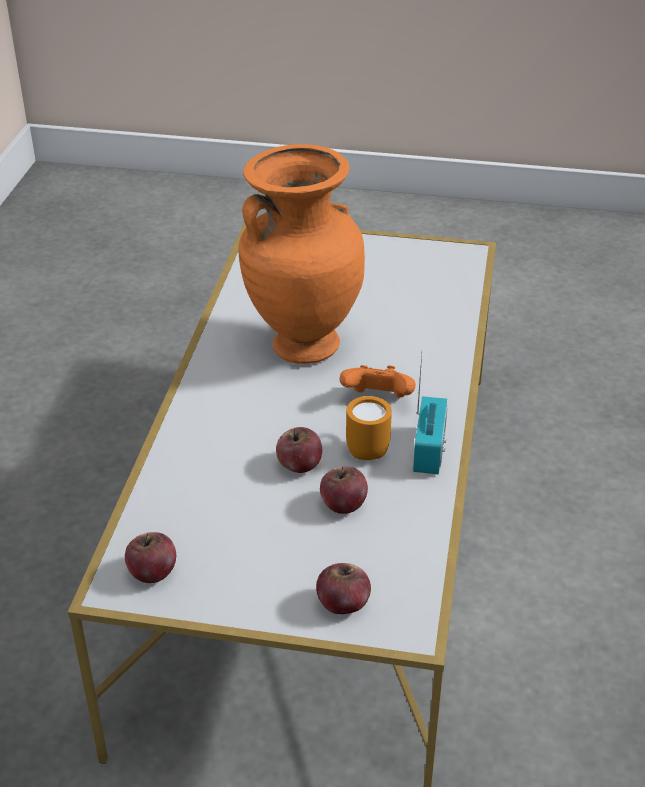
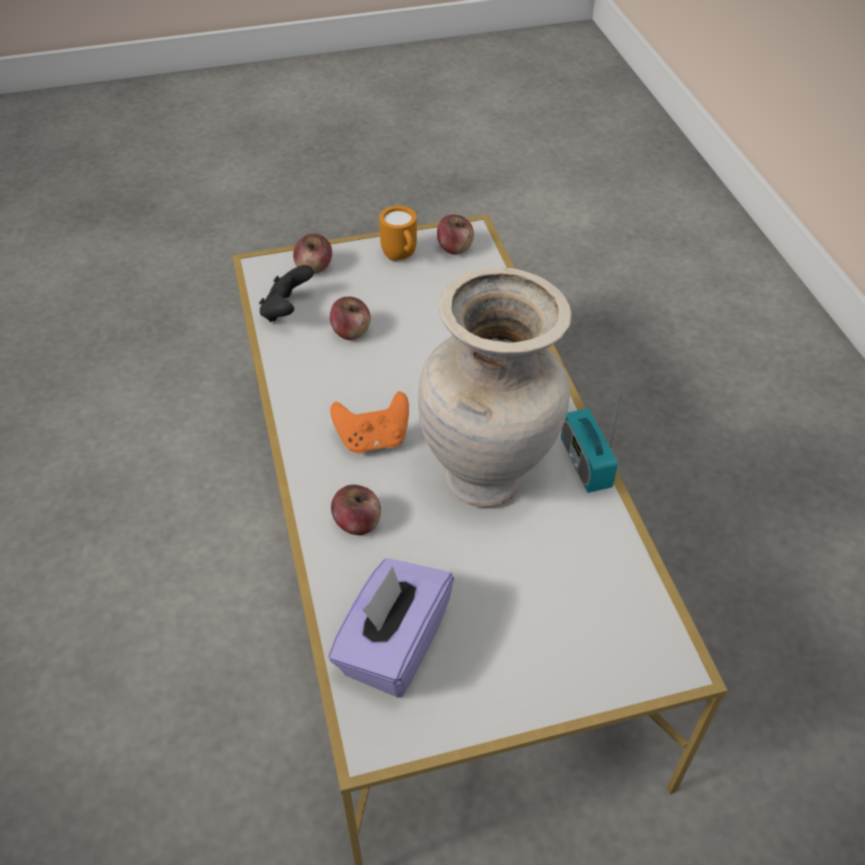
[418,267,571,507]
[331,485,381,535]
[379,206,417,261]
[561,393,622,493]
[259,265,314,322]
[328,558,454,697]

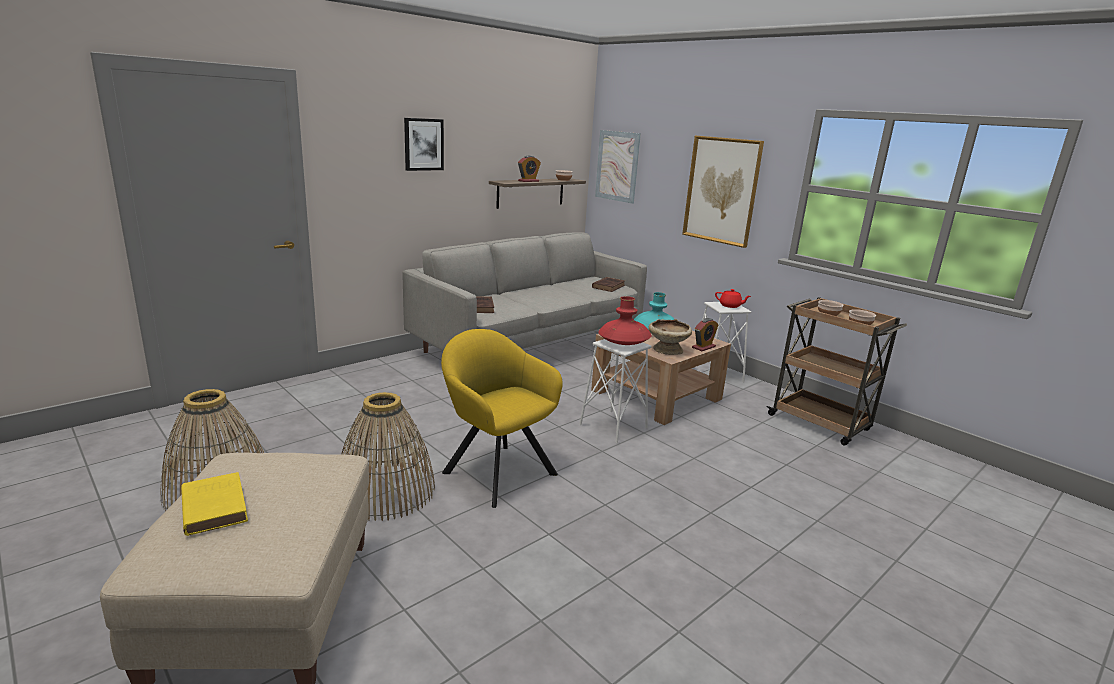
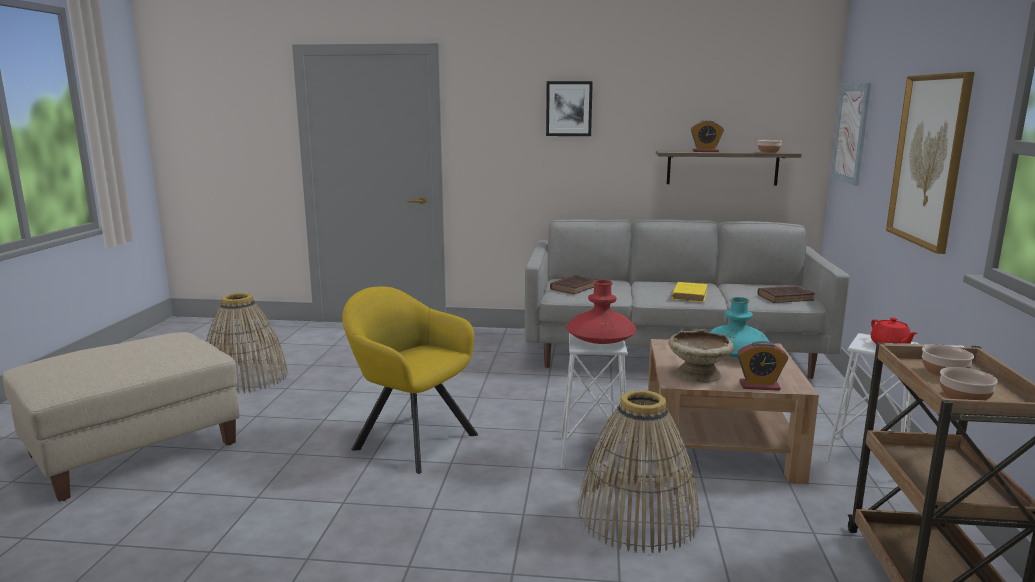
[672,282,707,302]
[577,390,699,553]
[342,286,478,474]

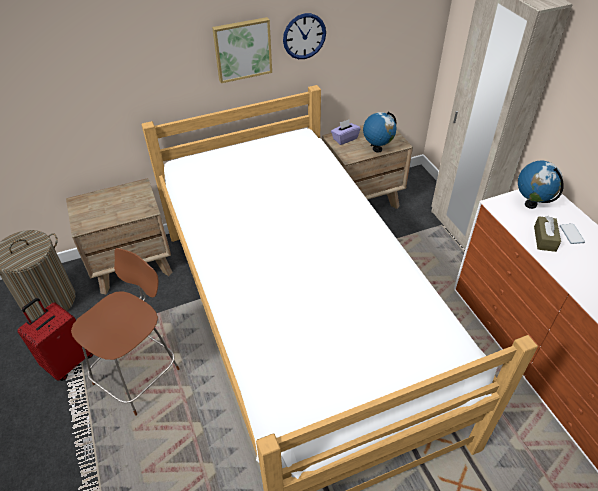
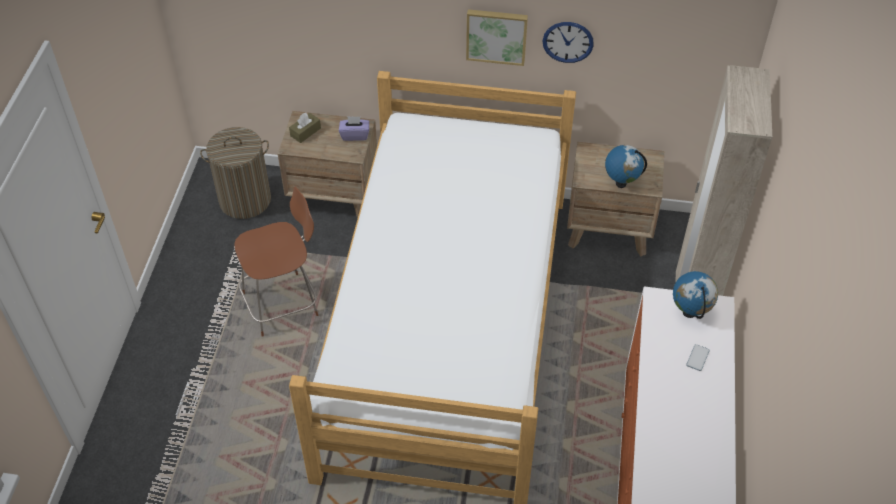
[17,298,93,381] (first image)
[339,116,369,141]
[289,113,321,143]

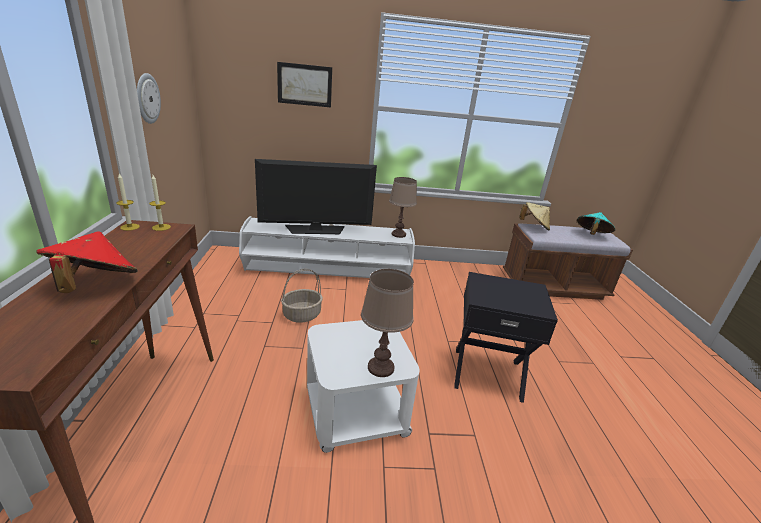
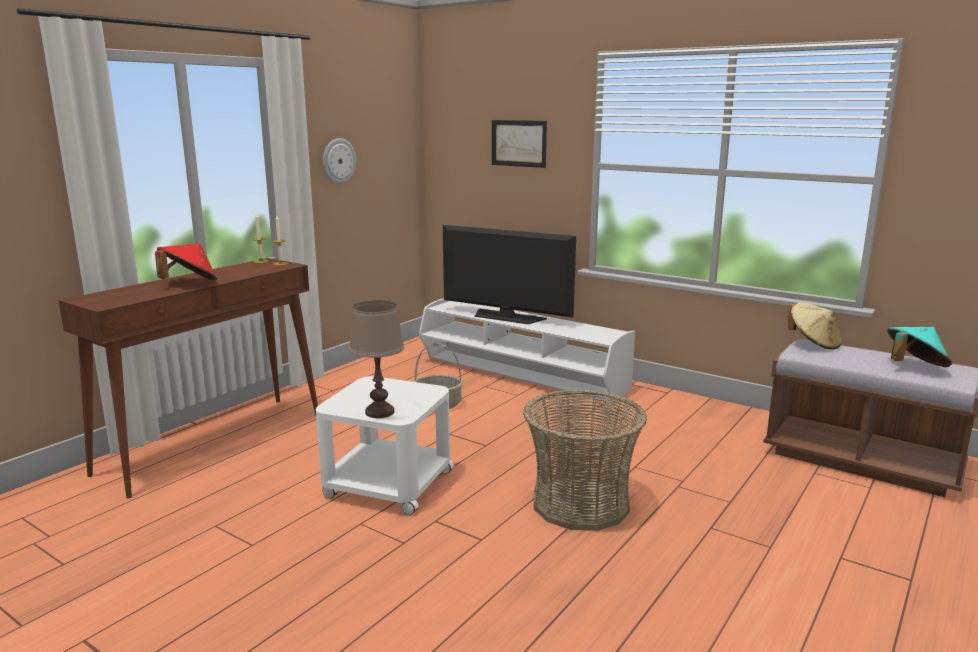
[389,177,417,238] (first image)
[523,389,647,531]

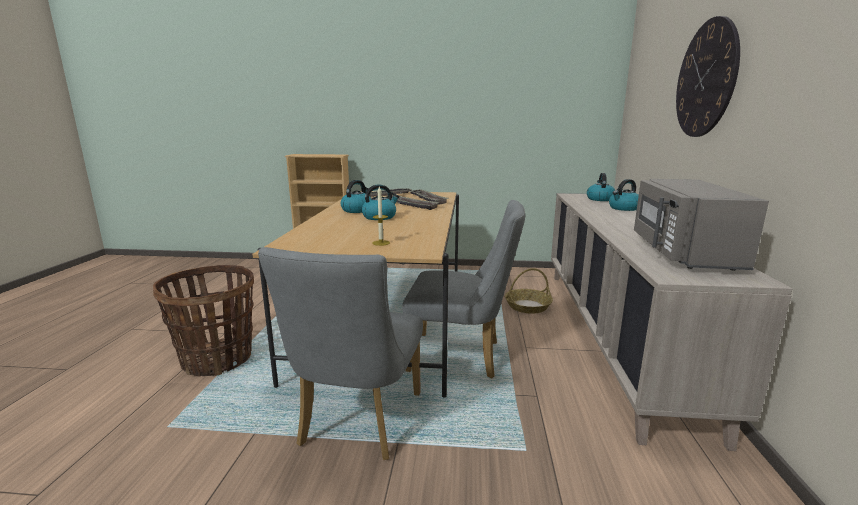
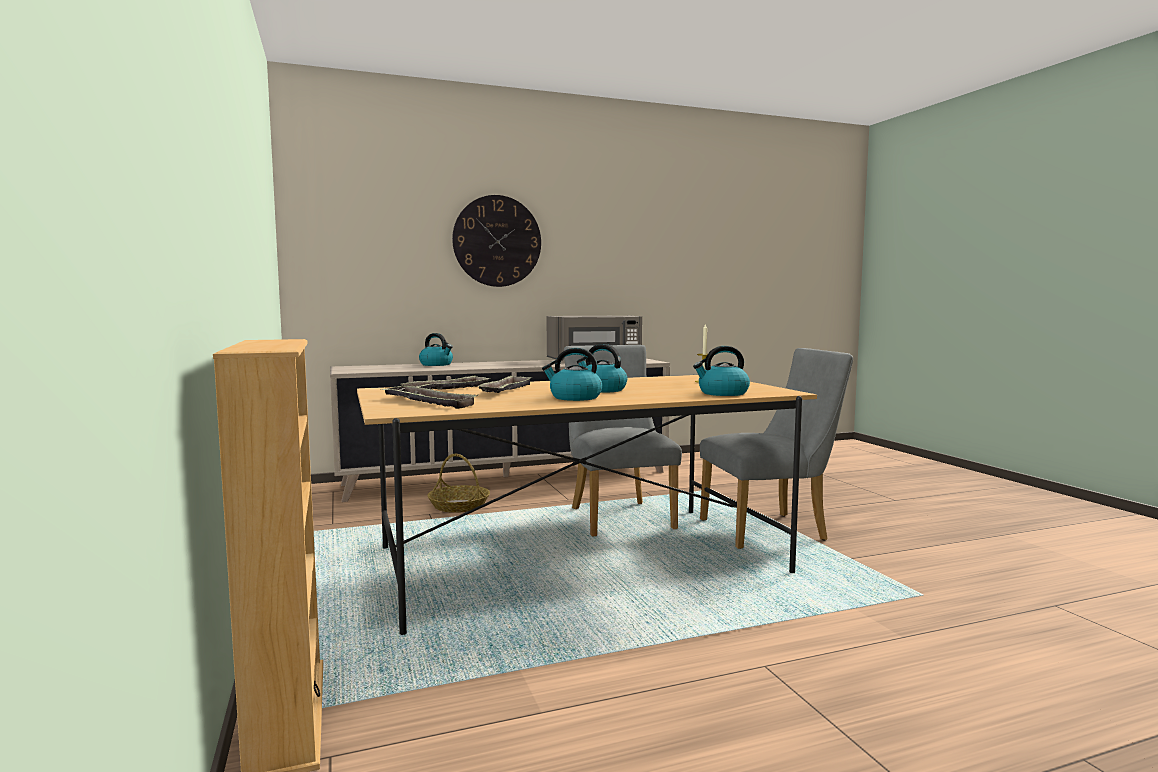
[153,265,254,376] (first image)
[693,346,750,396]

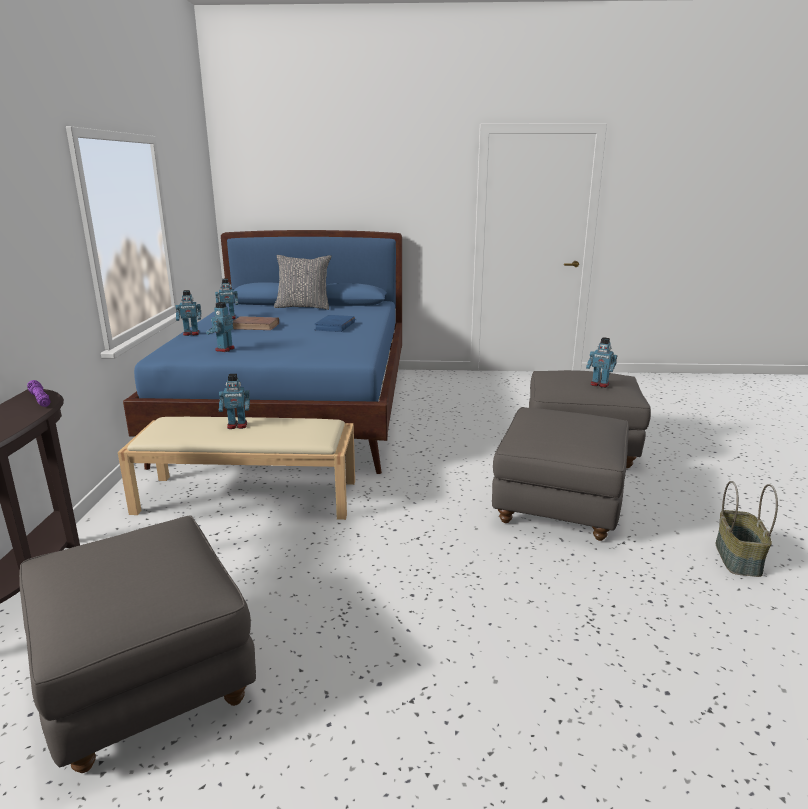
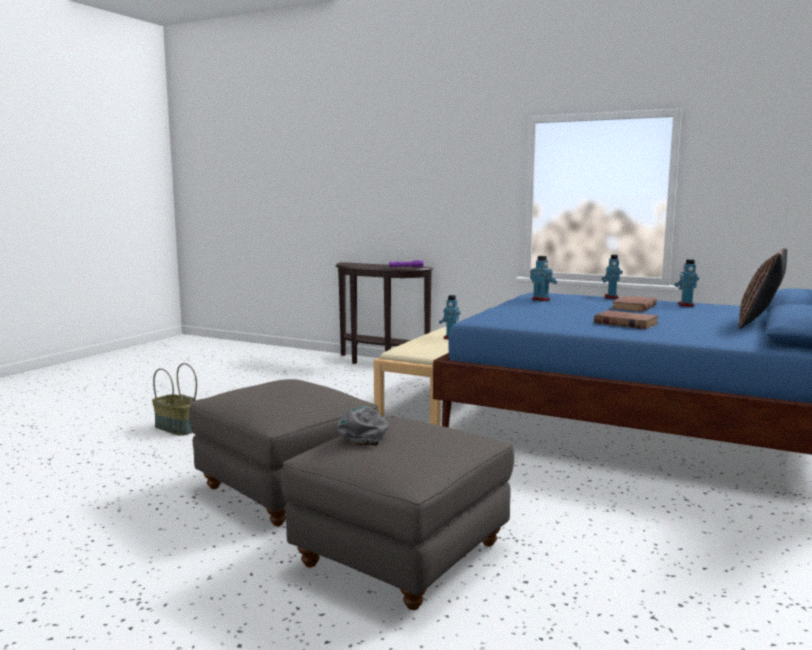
[19,515,256,773] (first image)
[738,248,787,329]
[594,310,659,329]
[337,406,389,446]
[152,363,197,436]

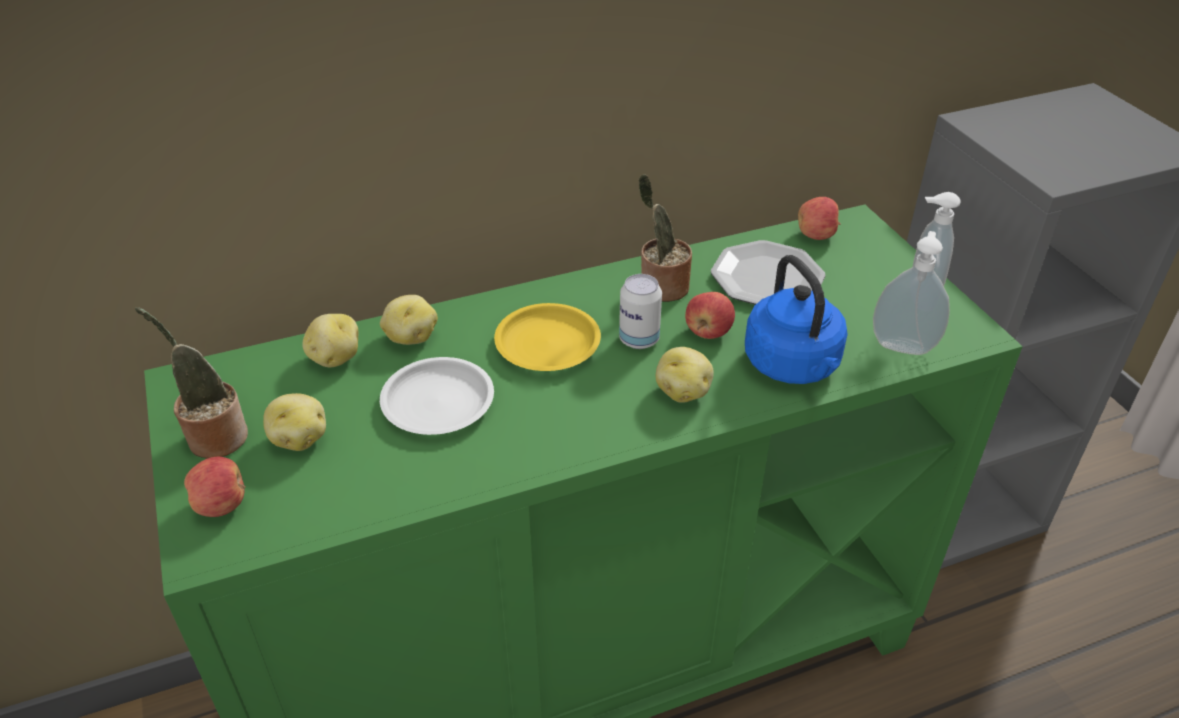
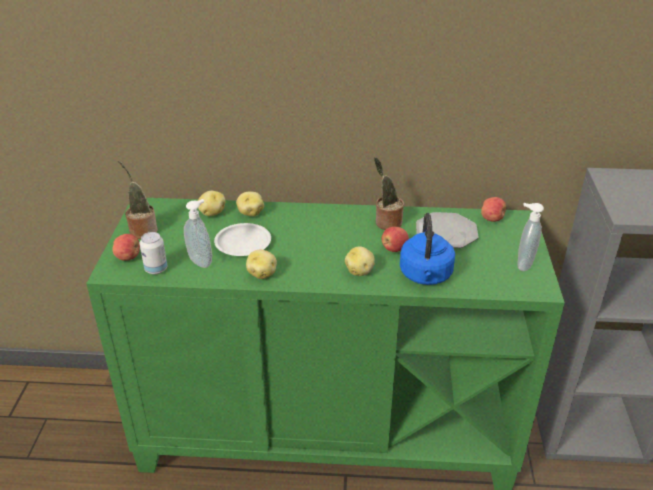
[246,249,277,279]
[494,303,601,371] (first image)
[139,232,167,274]
[184,199,212,268]

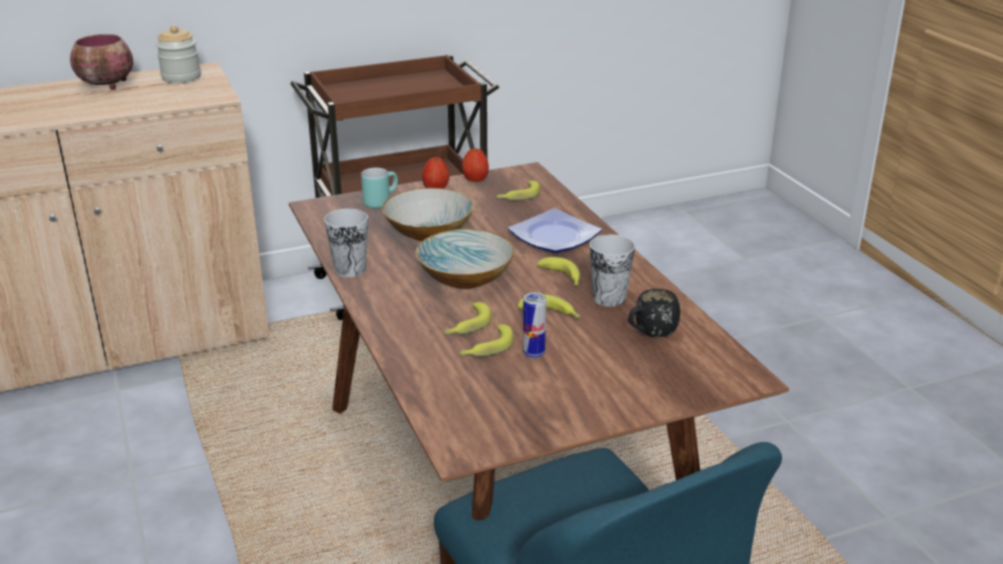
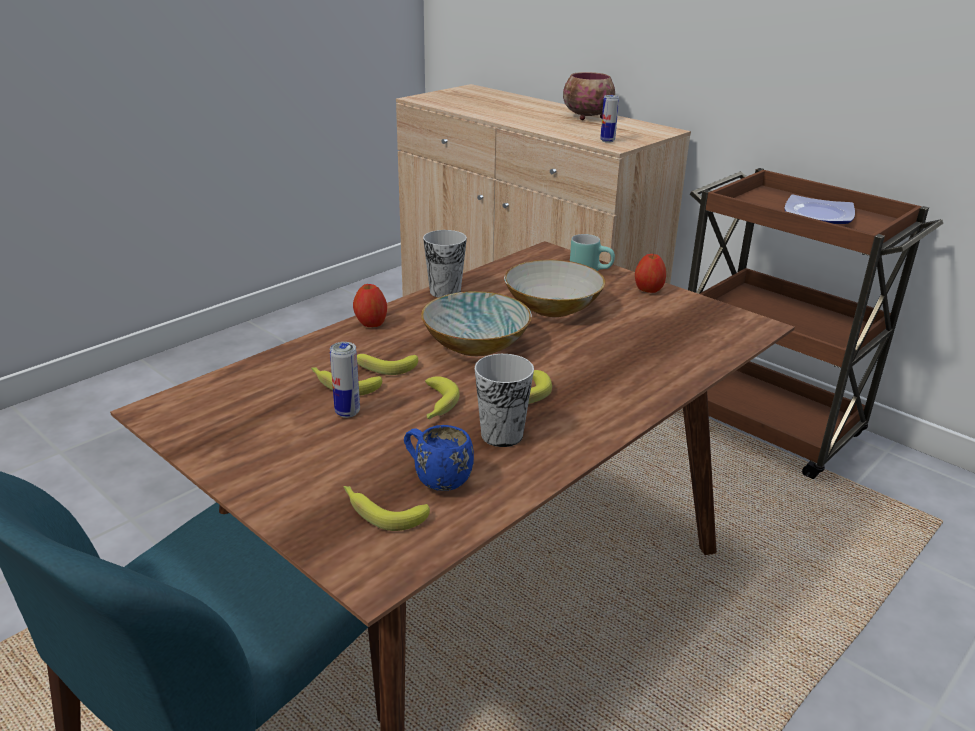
[156,25,201,83] (first image)
[353,284,387,327]
[343,486,430,531]
[784,194,855,224]
[404,425,474,491]
[600,95,619,143]

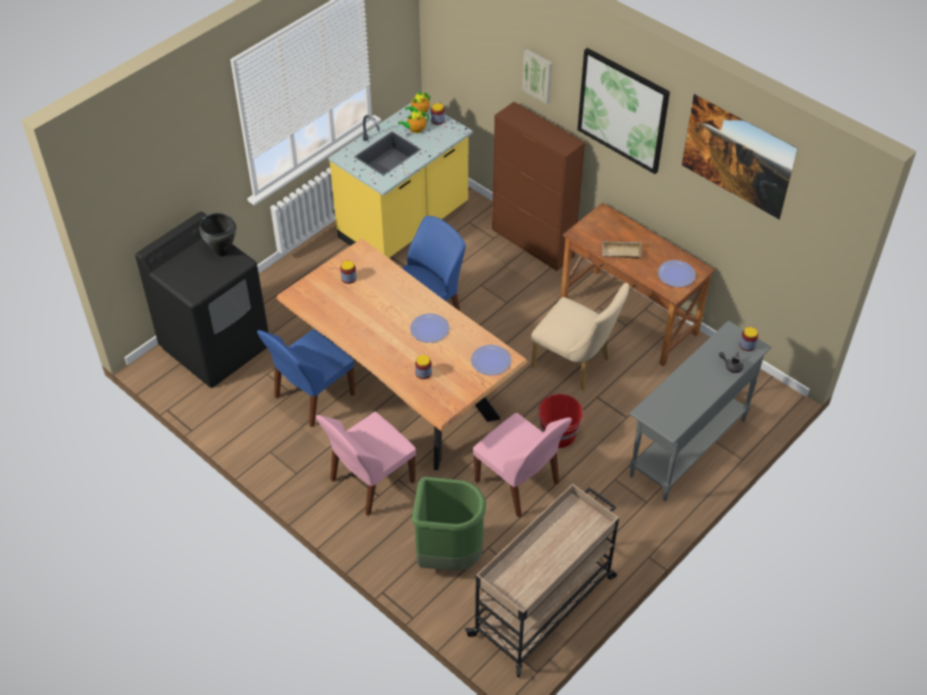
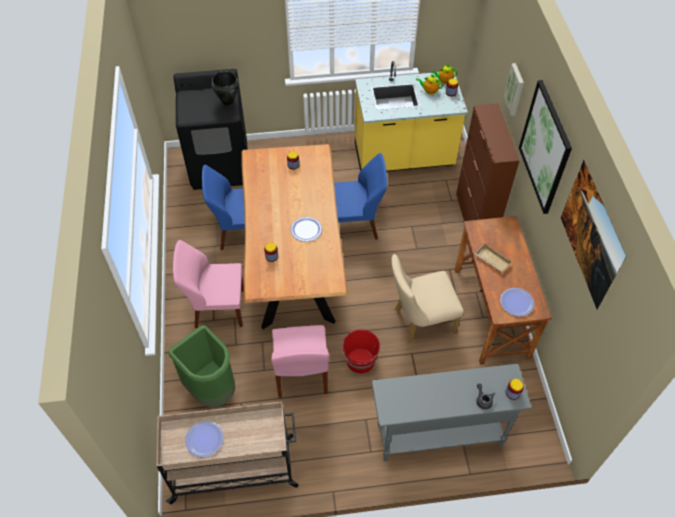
[185,421,224,458]
[391,254,464,344]

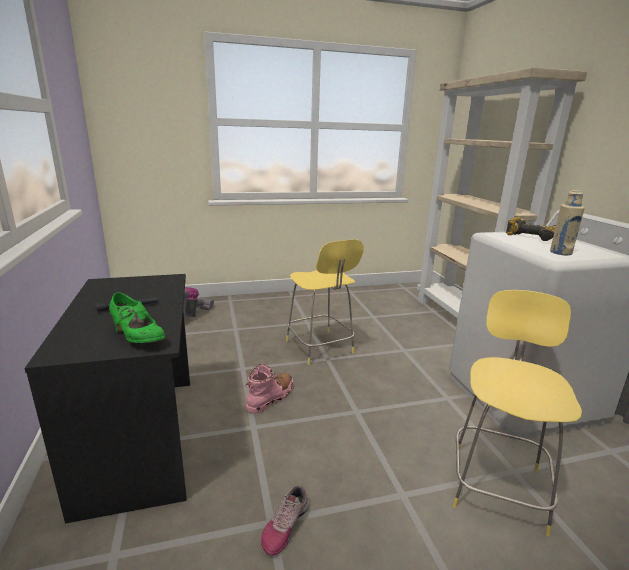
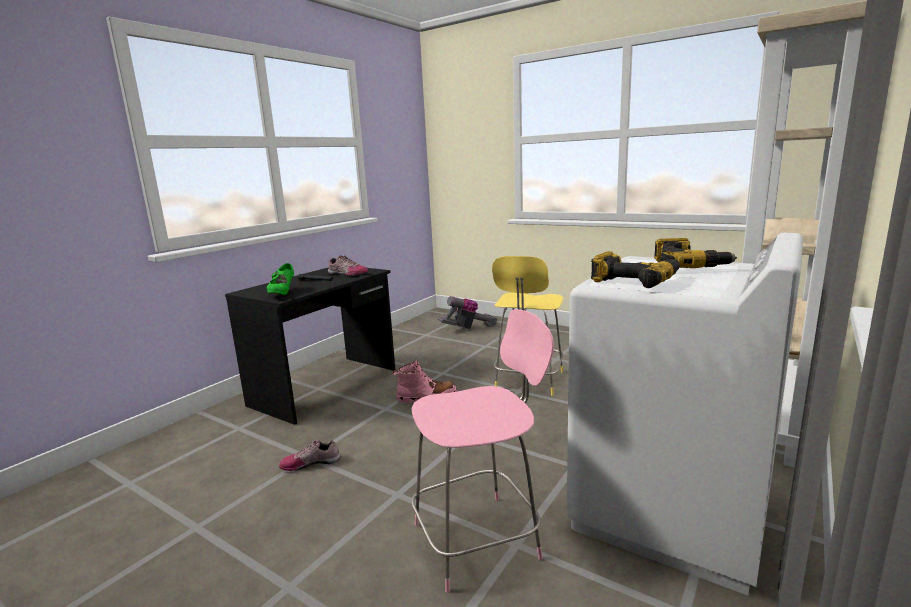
[411,309,554,593]
[591,251,680,288]
[328,255,368,276]

